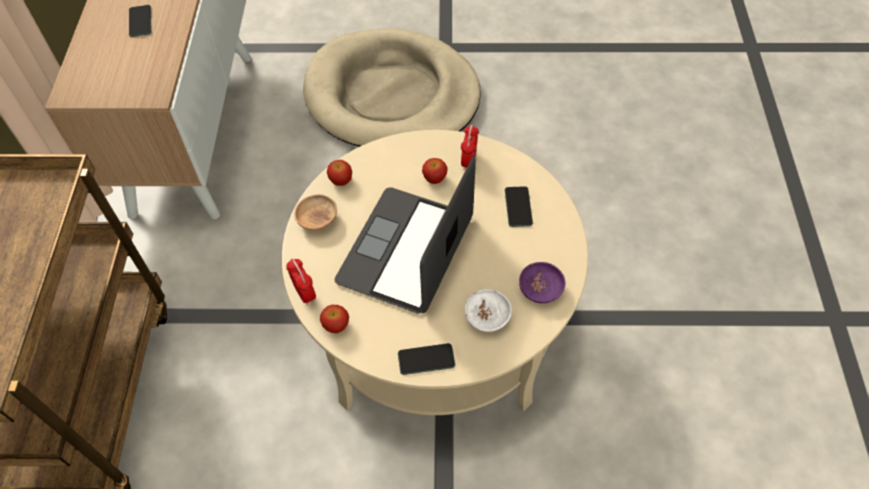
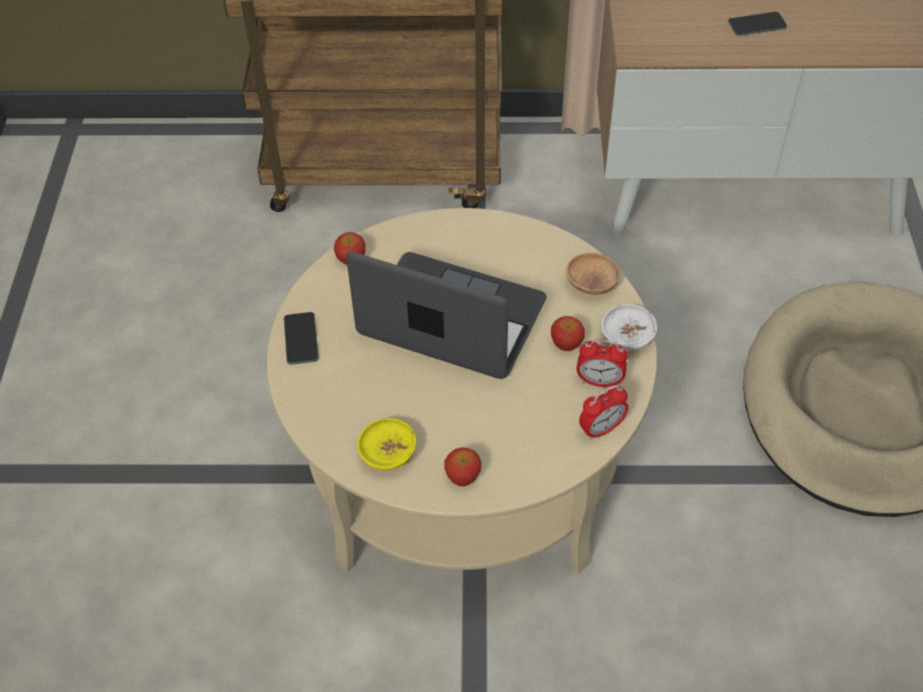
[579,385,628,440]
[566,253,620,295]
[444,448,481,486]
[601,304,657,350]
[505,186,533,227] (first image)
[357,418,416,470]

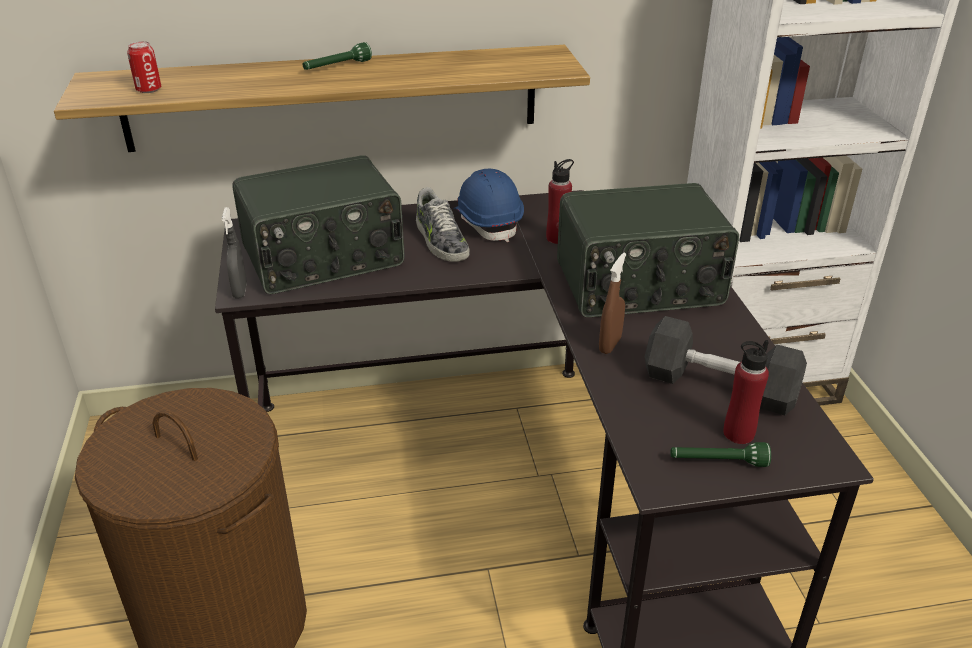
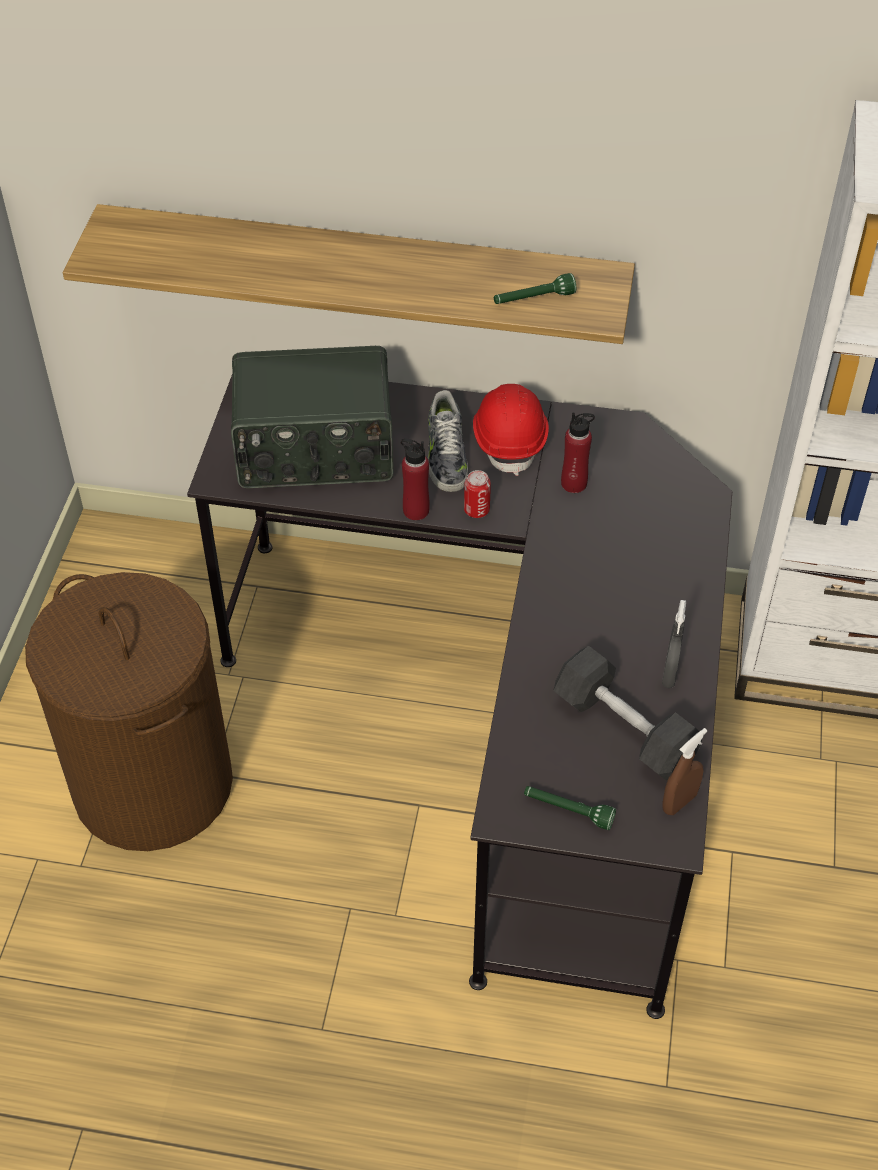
[464,470,491,518]
[662,600,686,688]
[494,273,576,304]
[473,384,549,476]
[557,183,739,317] (first image)
[662,728,707,815]
[401,439,430,520]

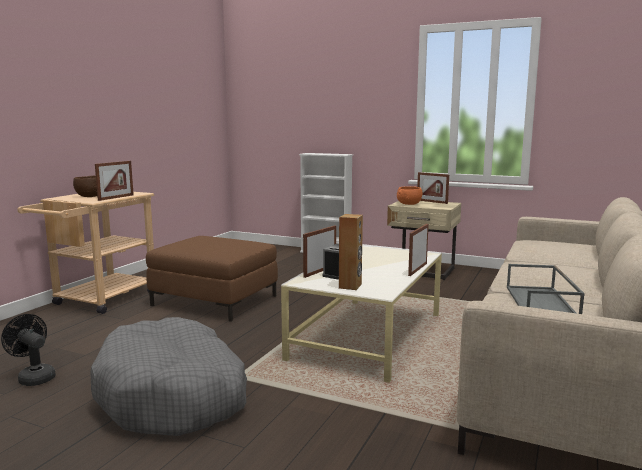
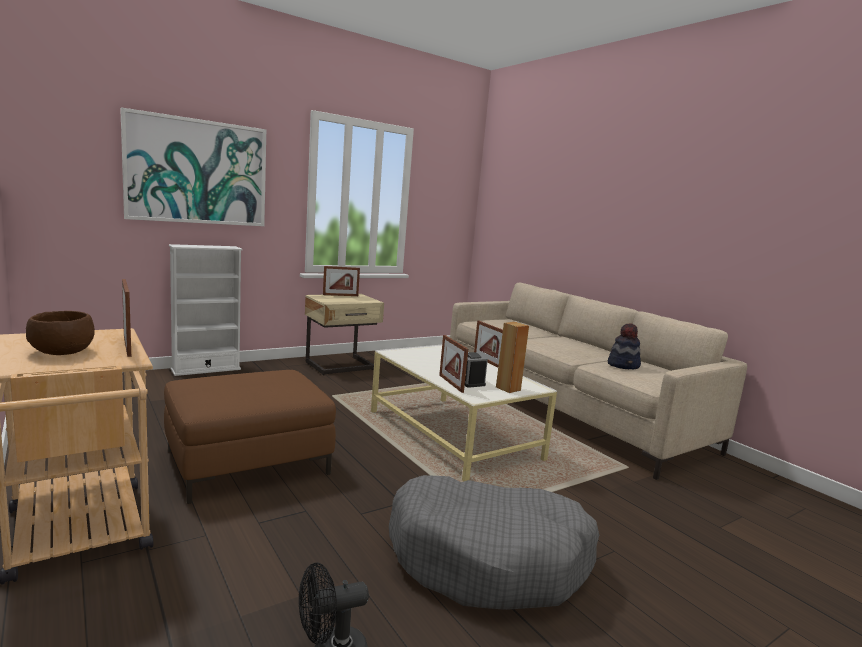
[397,187,422,205] (first image)
[608,323,641,369]
[120,107,266,226]

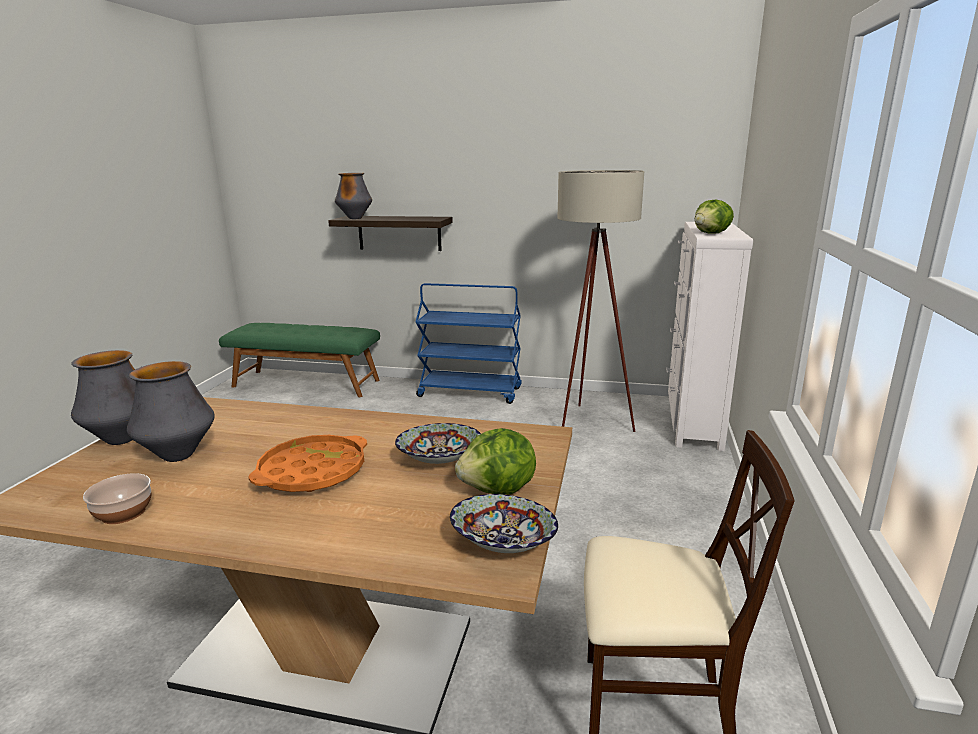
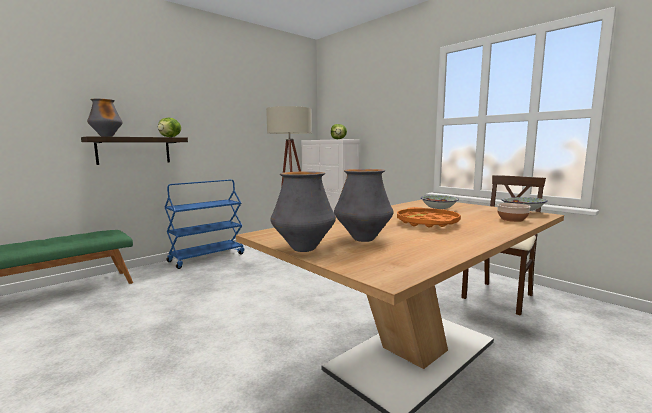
[497,203,531,222]
[158,118,181,137]

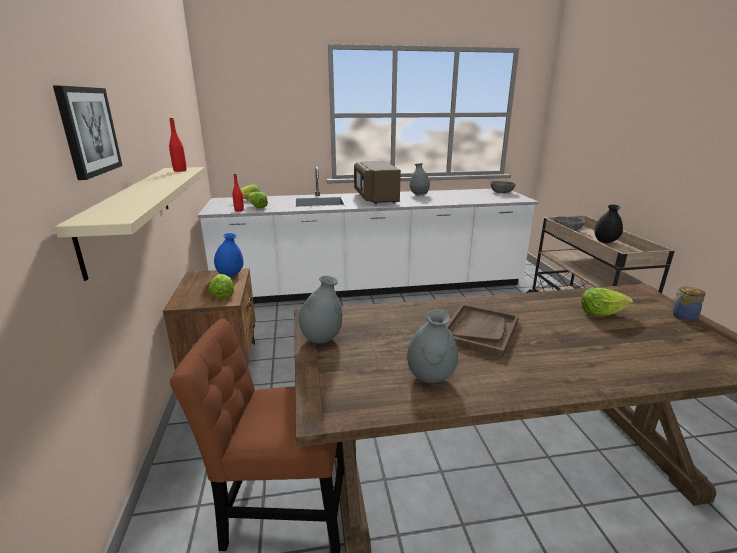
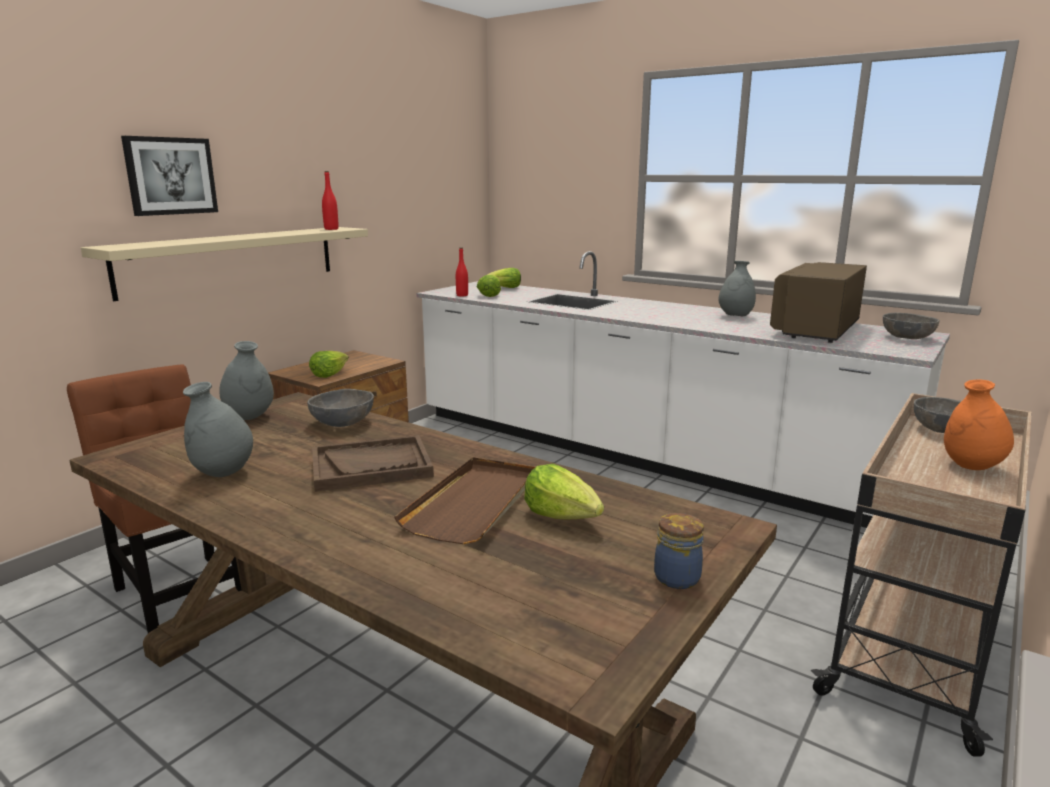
[214,233,244,277] (first image)
[770,262,867,343]
[944,379,1014,470]
[307,389,374,427]
[394,457,535,544]

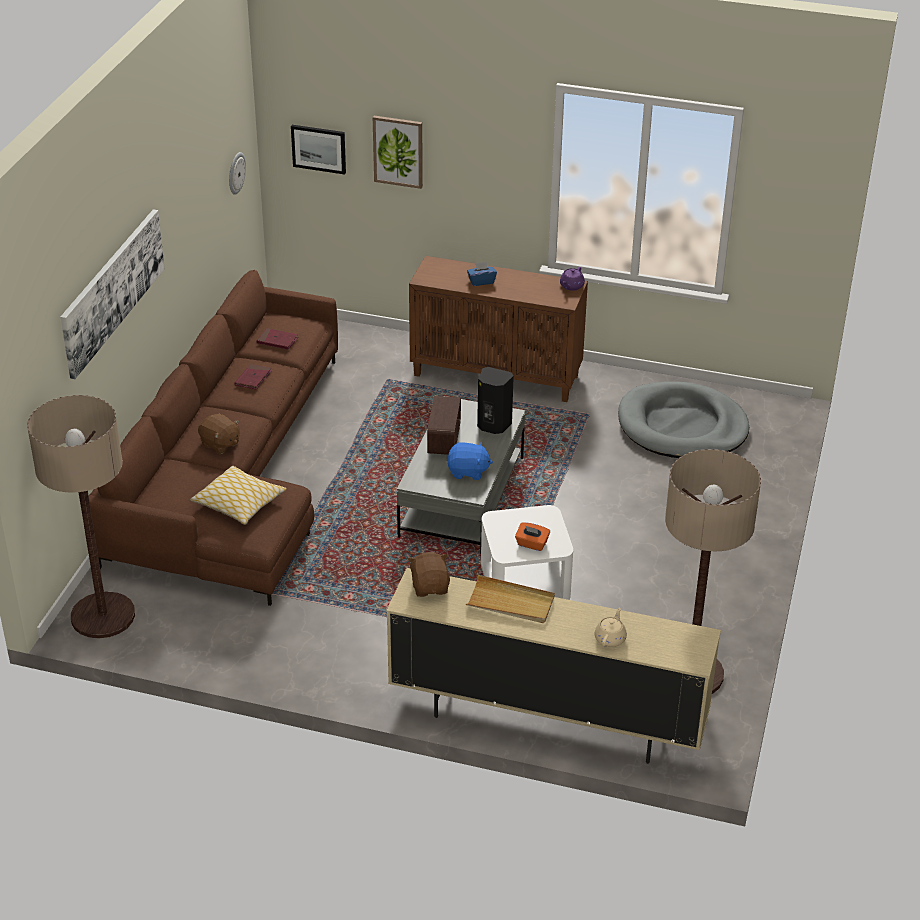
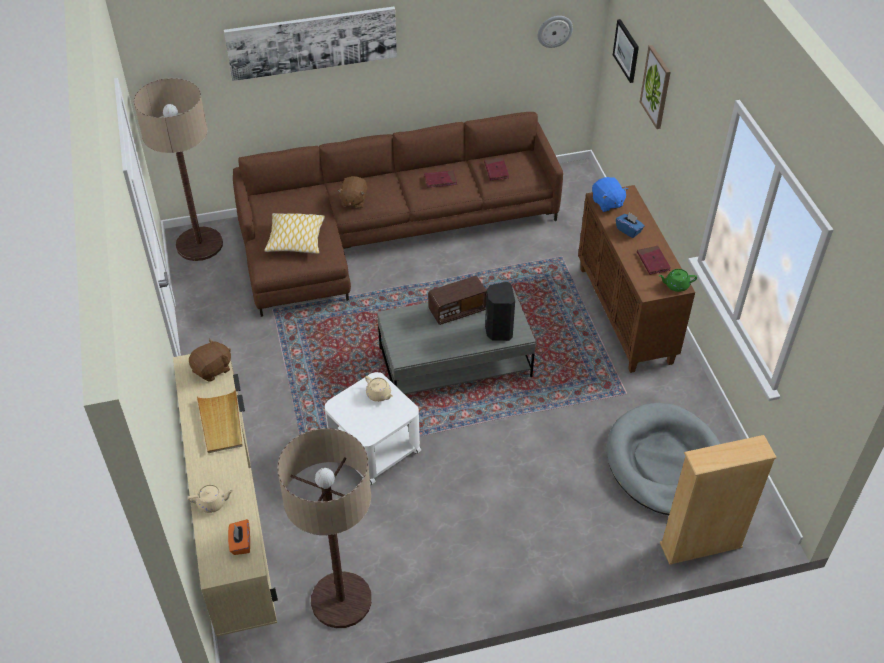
[592,177,628,212]
[228,519,250,555]
[658,269,697,292]
[365,376,393,402]
[637,246,671,275]
[660,435,777,565]

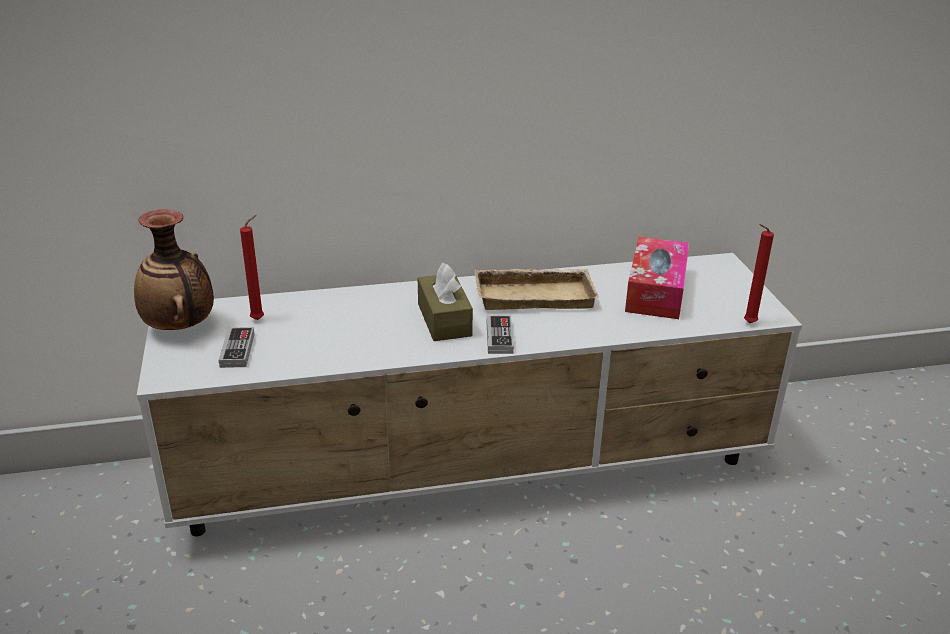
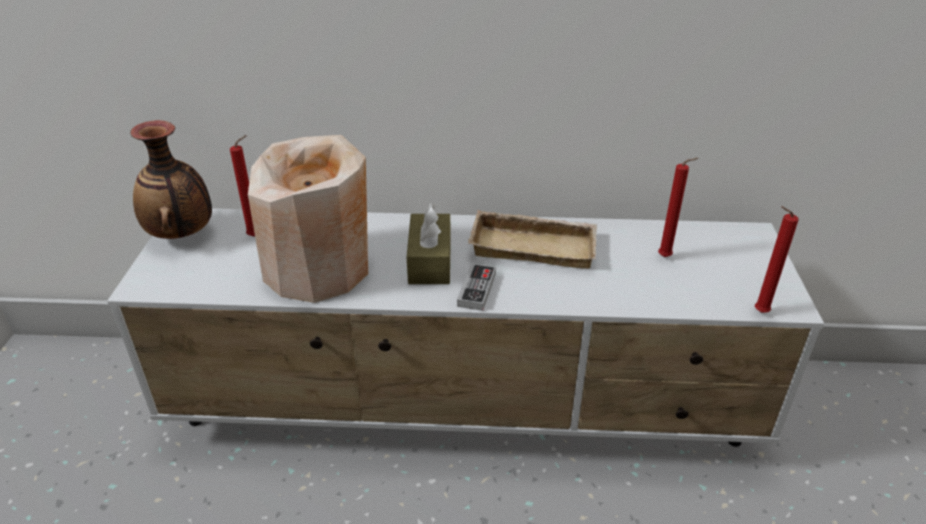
[219,327,255,368] (first image)
[658,158,698,257]
[248,135,368,303]

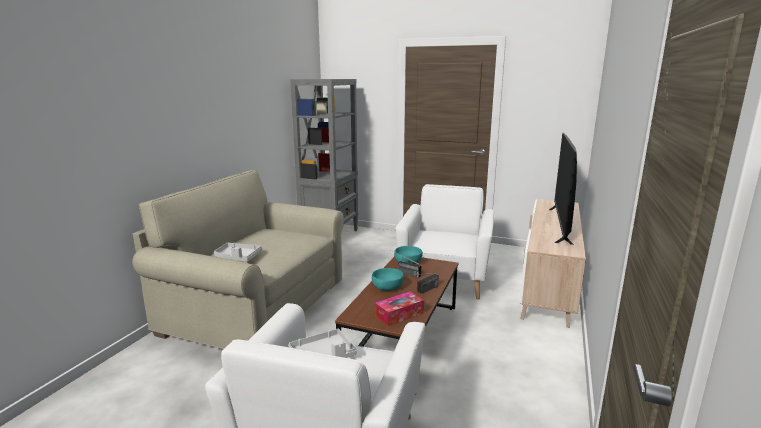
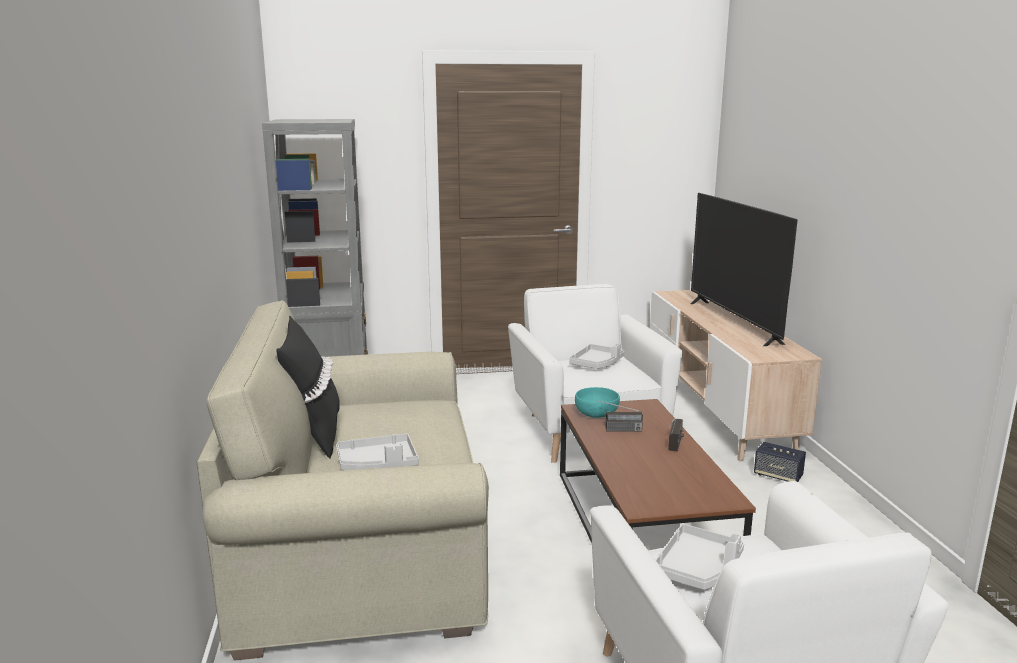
[372,268,404,291] (first image)
[375,292,424,326] (first image)
[276,316,340,459]
[569,343,624,369]
[754,442,806,482]

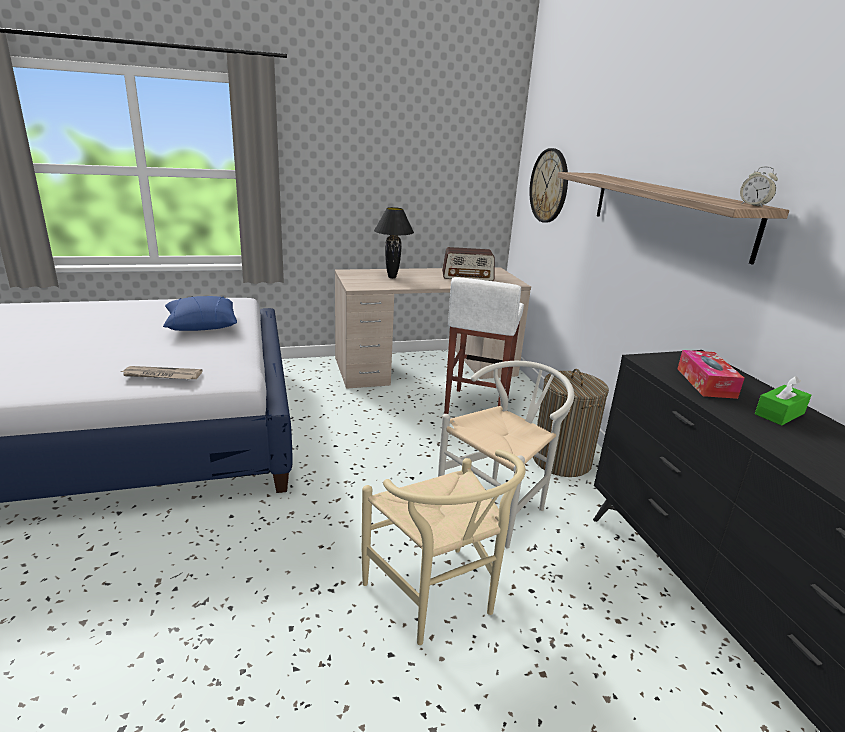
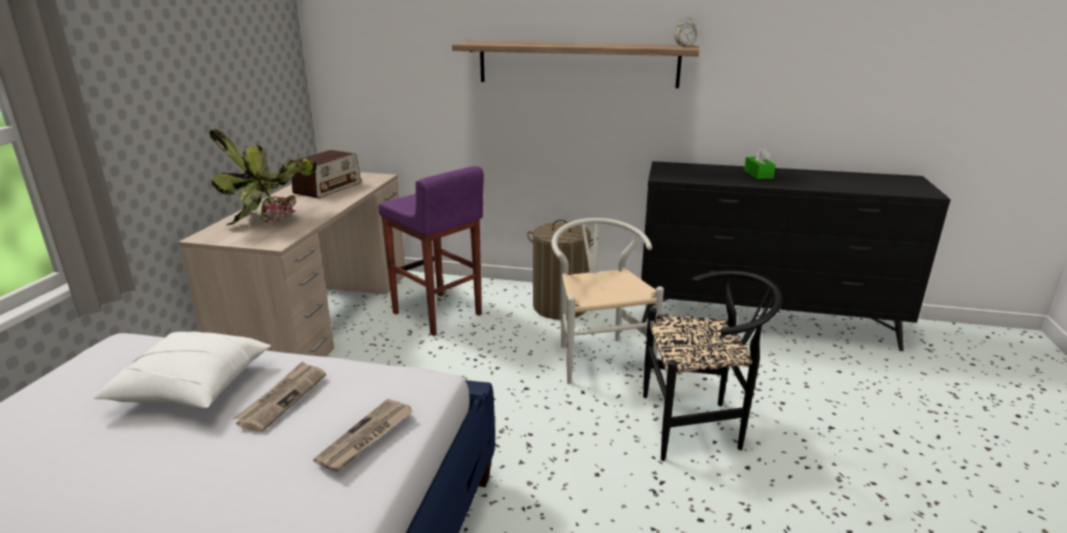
[92,331,271,409]
[643,271,782,461]
[209,129,316,225]
[378,166,484,336]
[529,148,568,223] (first image)
[677,350,744,399] (first image)
[234,361,326,432]

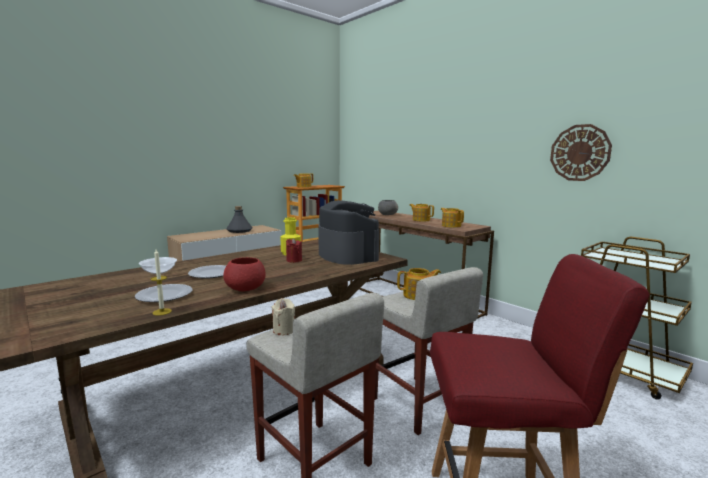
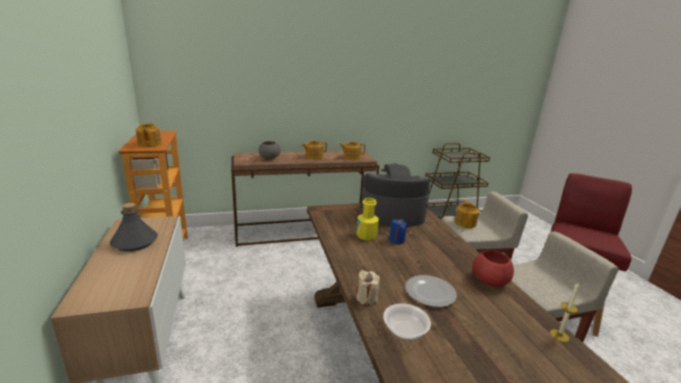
[135,284,193,302] (first image)
[356,270,379,306]
[389,219,408,244]
[550,124,612,181] (first image)

